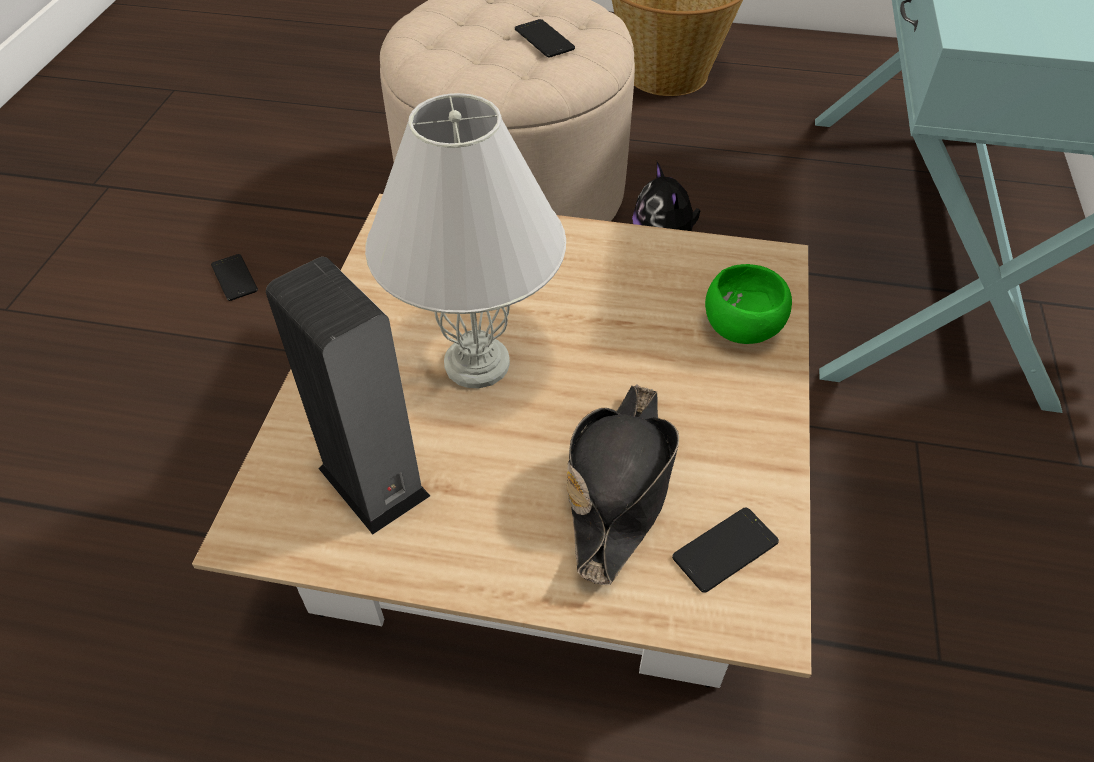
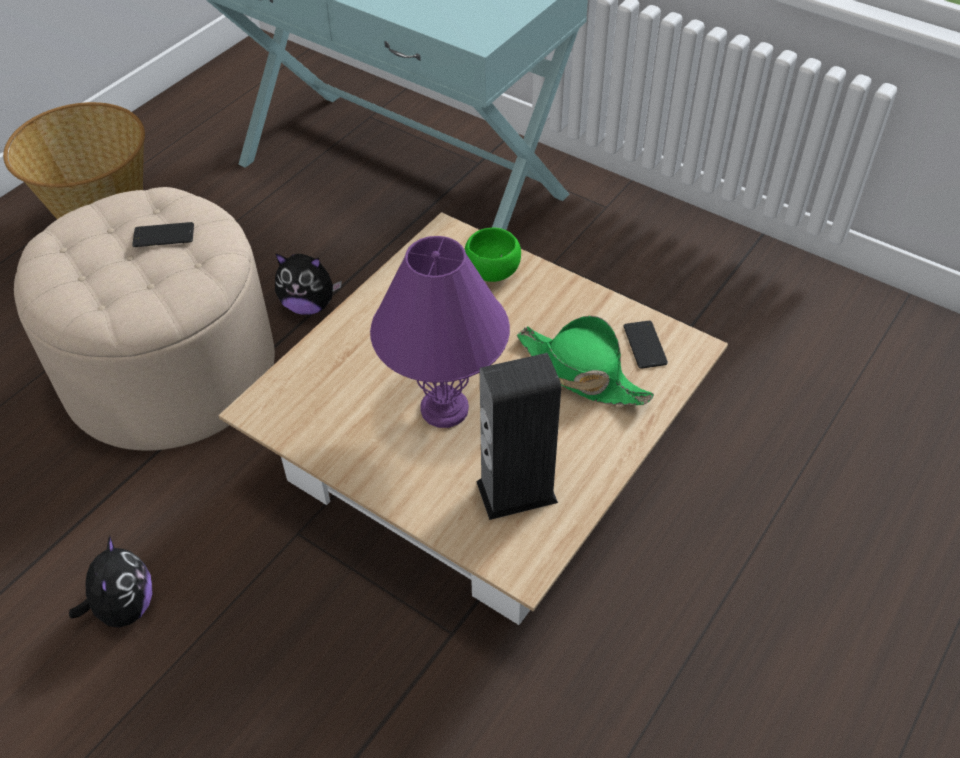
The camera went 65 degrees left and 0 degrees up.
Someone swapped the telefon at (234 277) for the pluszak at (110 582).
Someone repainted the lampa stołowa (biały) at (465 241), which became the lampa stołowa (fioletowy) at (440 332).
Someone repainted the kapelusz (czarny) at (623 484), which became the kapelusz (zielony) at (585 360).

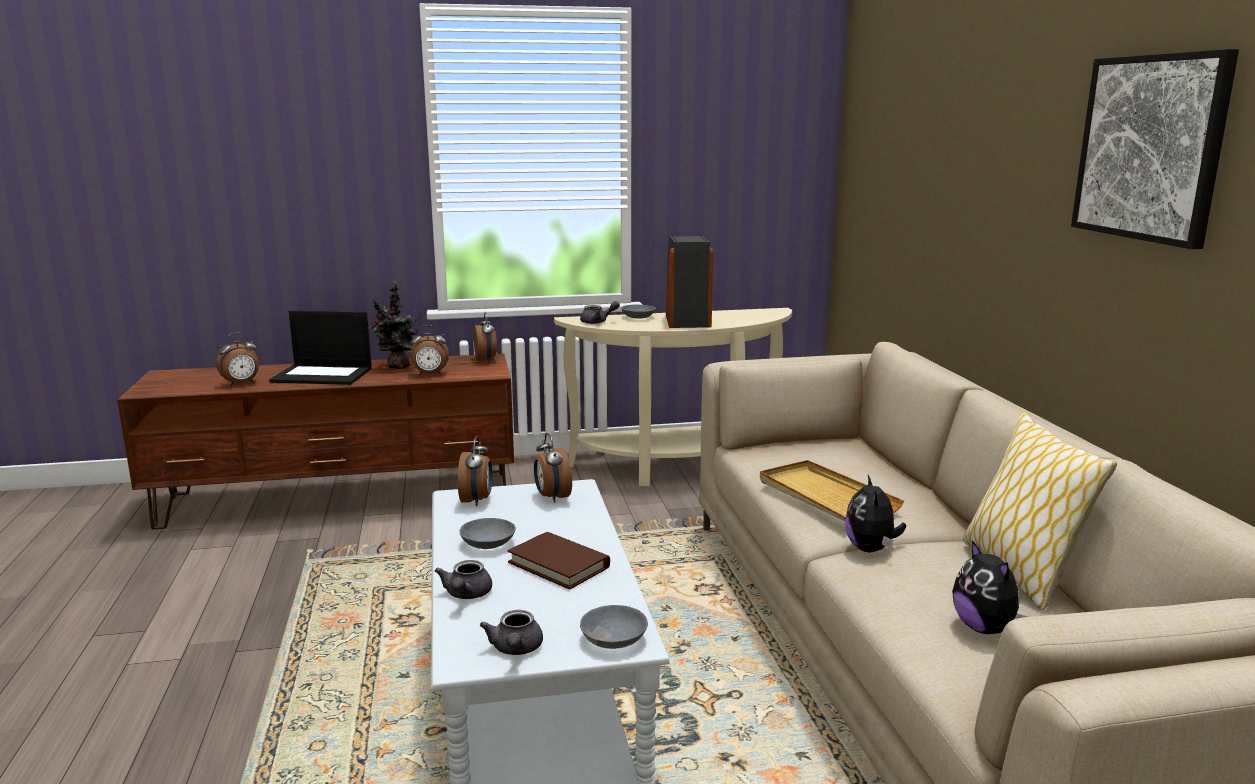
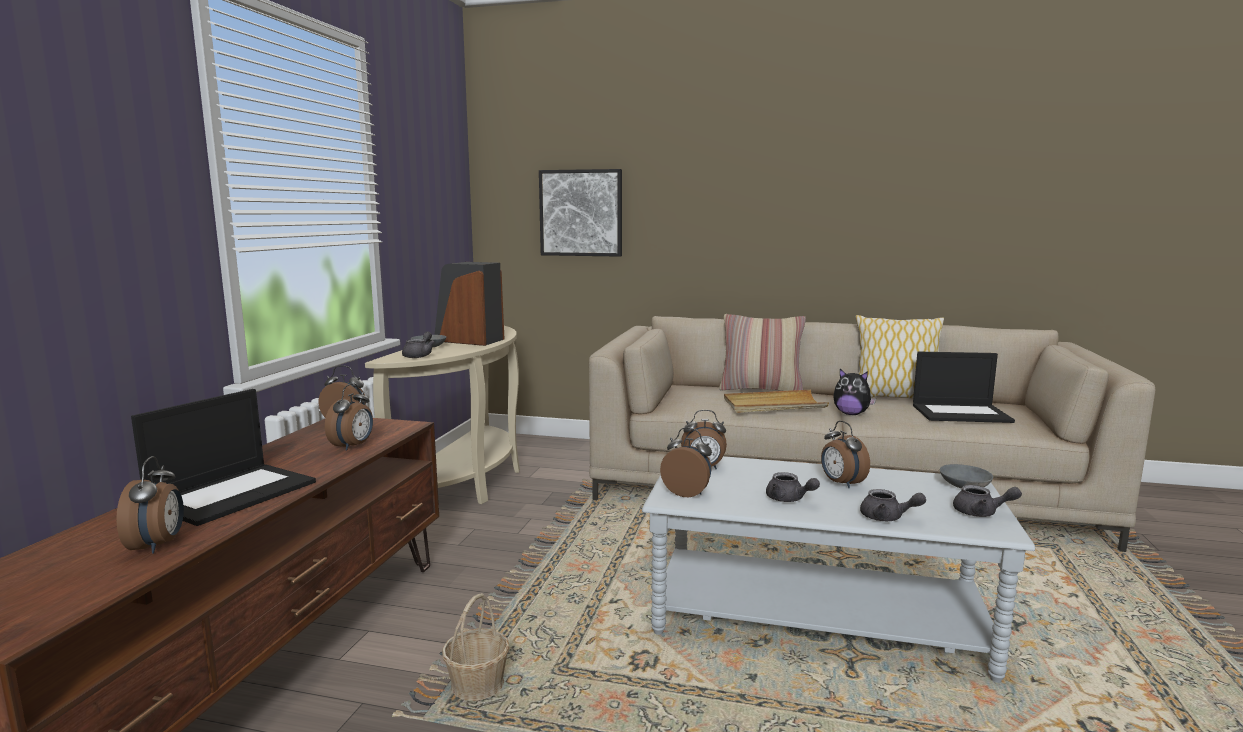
The camera went 65 degrees left and 5 degrees down.
Someone put down the koszyk at (476 647).
Someone carried the obraz from (1155 149) to (580 213).
Someone put down the poduszka at (762 352).
Someone swapped the miska (szary) at (488 533) for the imbryk (szary) at (793 487).
Someone swapped the książka (brązowy) at (558 561) for the budzik at (845 454).
Someone swapped the pluszak at (989 587) for the laptop at (964 387).
Someone took away the roślina doniczkowa at (394 325).

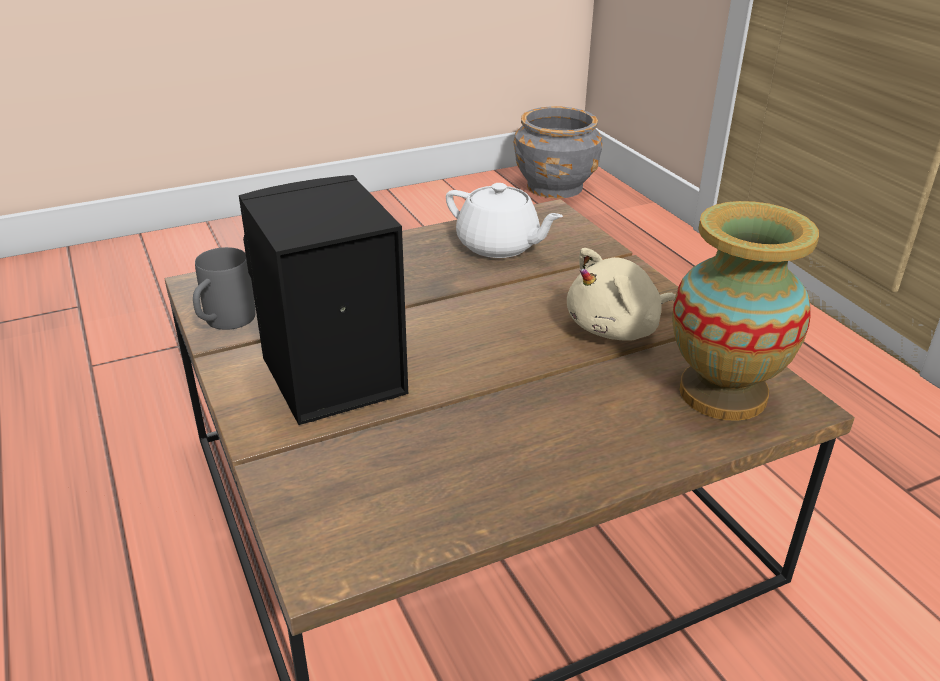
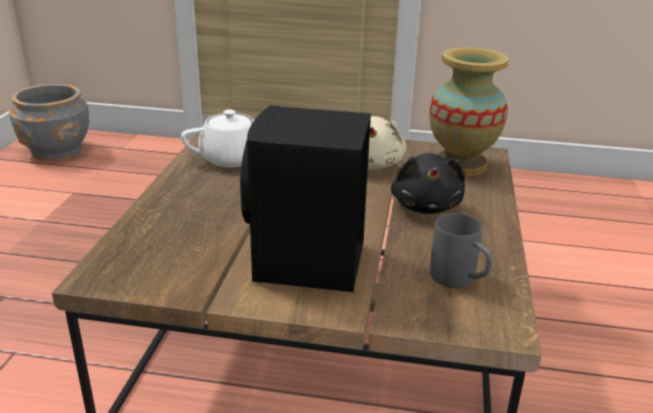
The camera went 55 degrees left and 5 degrees down.
Someone put down the pluszak (czarny) at (428 183).
Someone carried the kubek (szary) from (224 288) to (461 250).

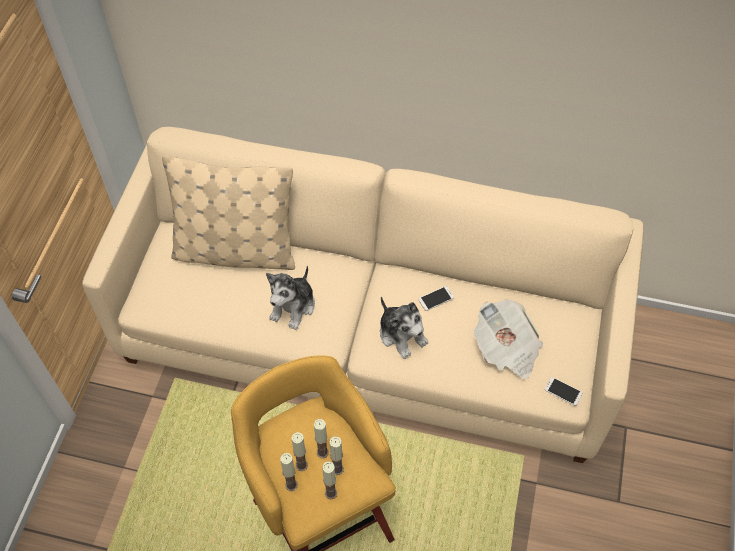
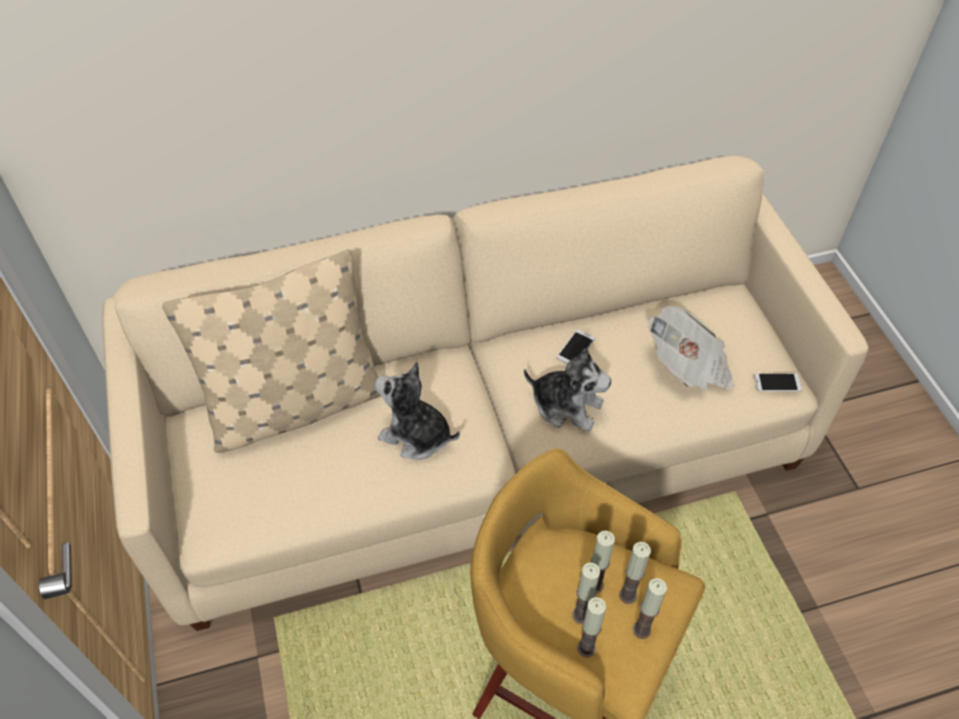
The camera went 30 degrees left and 5 degrees down.
Someone rotated the pluszak at (290 298) by 120 degrees clockwise.

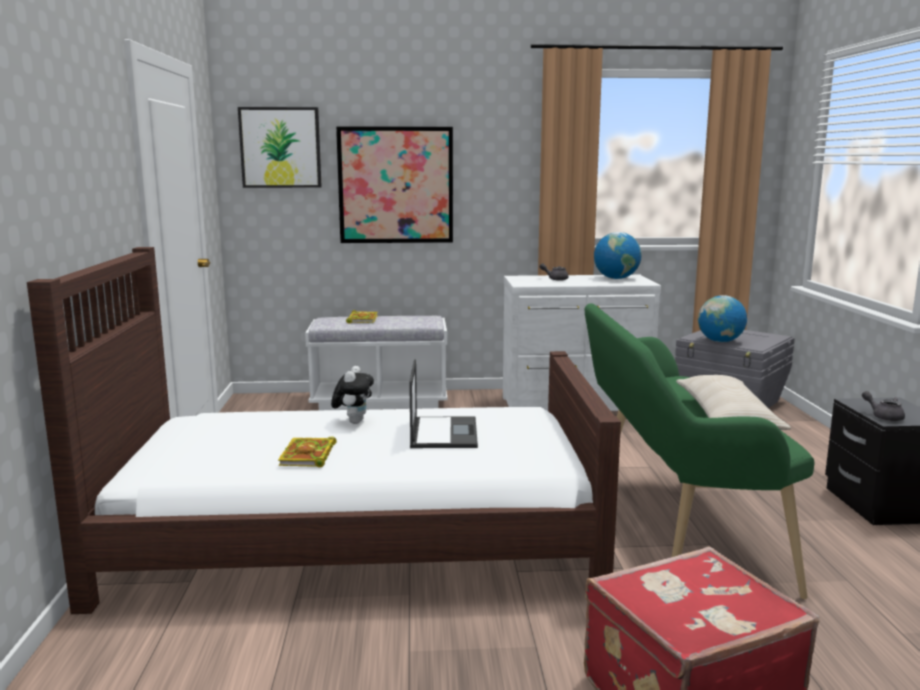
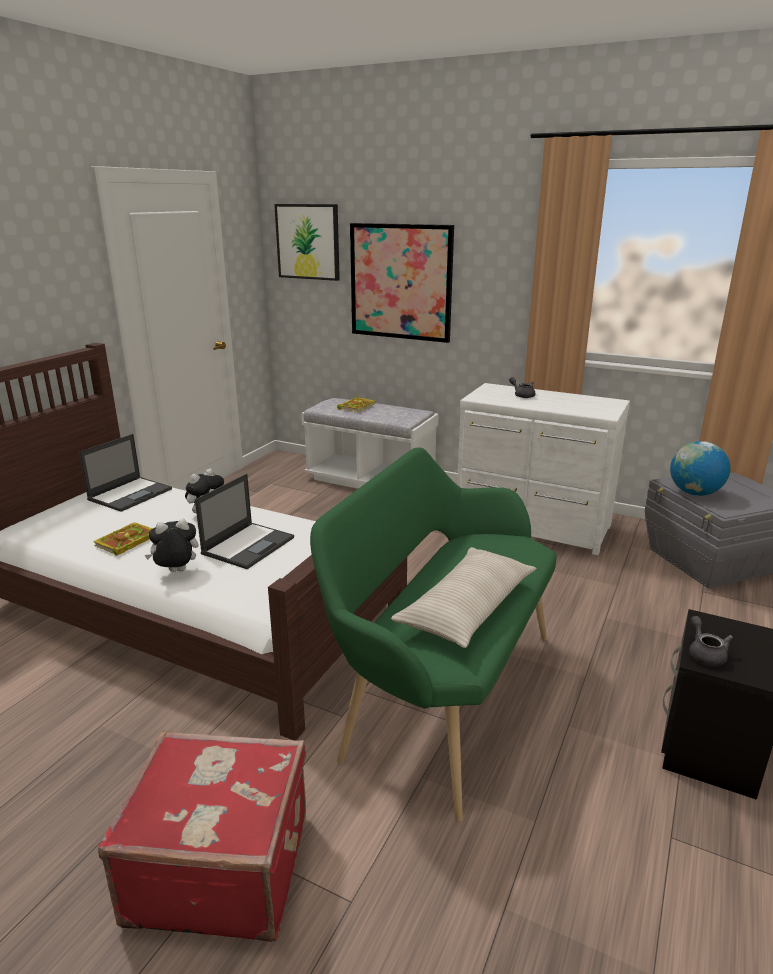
The camera went 30 degrees right and 10 degrees up.
Someone put down the laptop at (125 473).
Someone put down the pluszak at (171 545).
Someone took away the globus at (618 255).

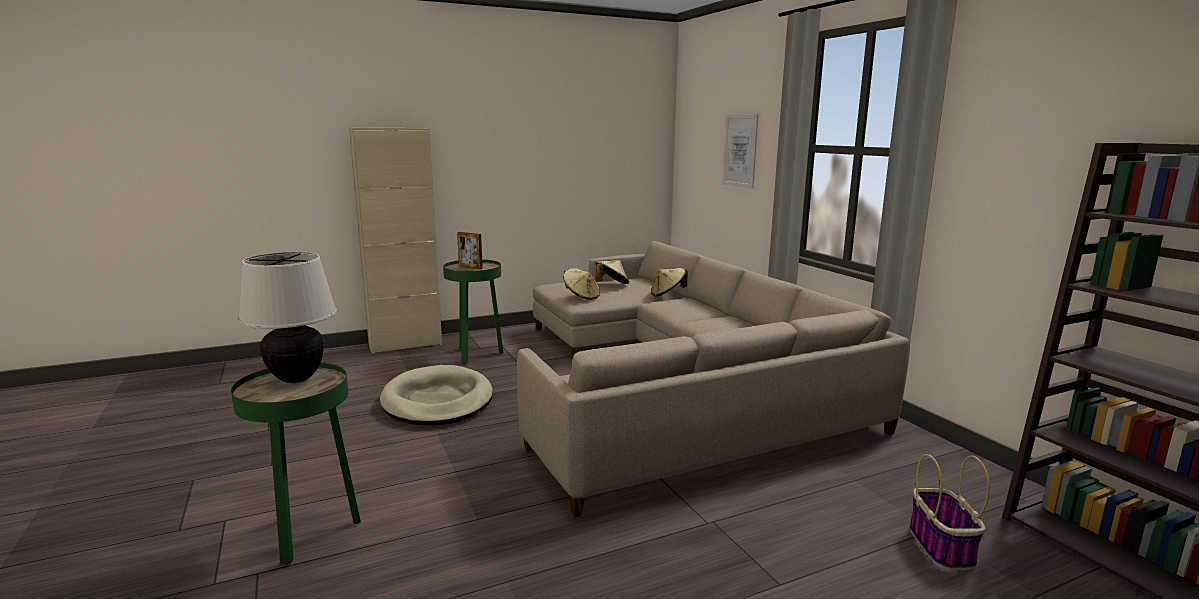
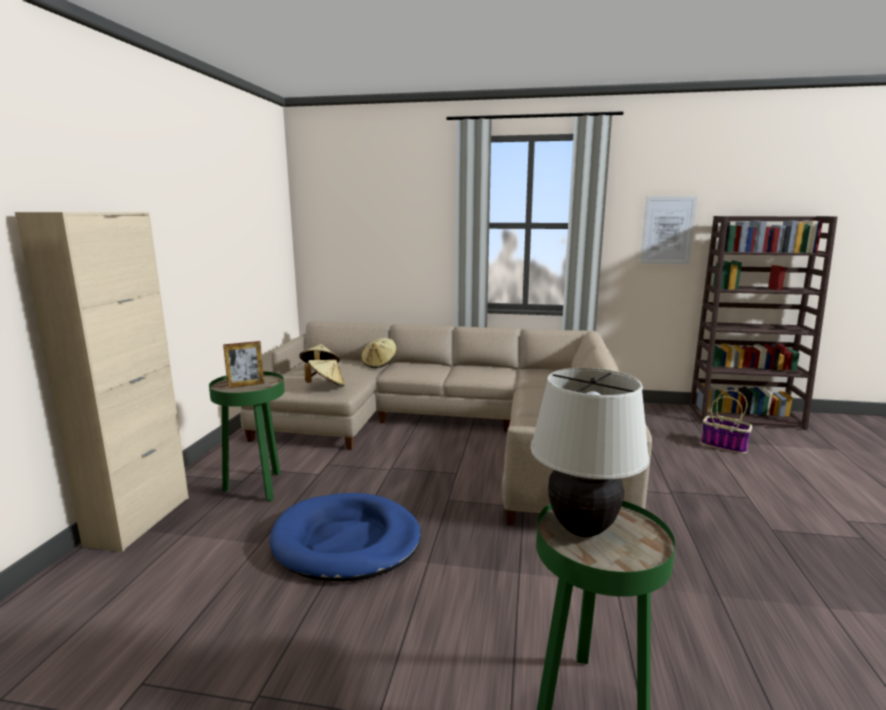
The camera went 55 degrees left and 0 degrees up.
Someone repainted the legowisko (beżowy) at (436 395), which became the legowisko (niebieski) at (345 537).
Someone carried the obraz from (740 151) to (668 230).

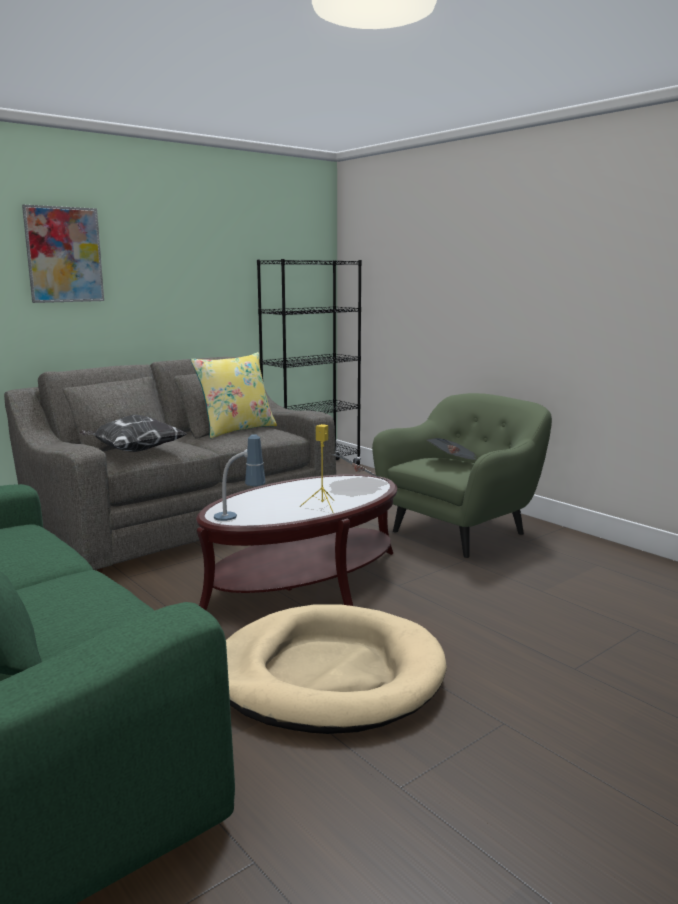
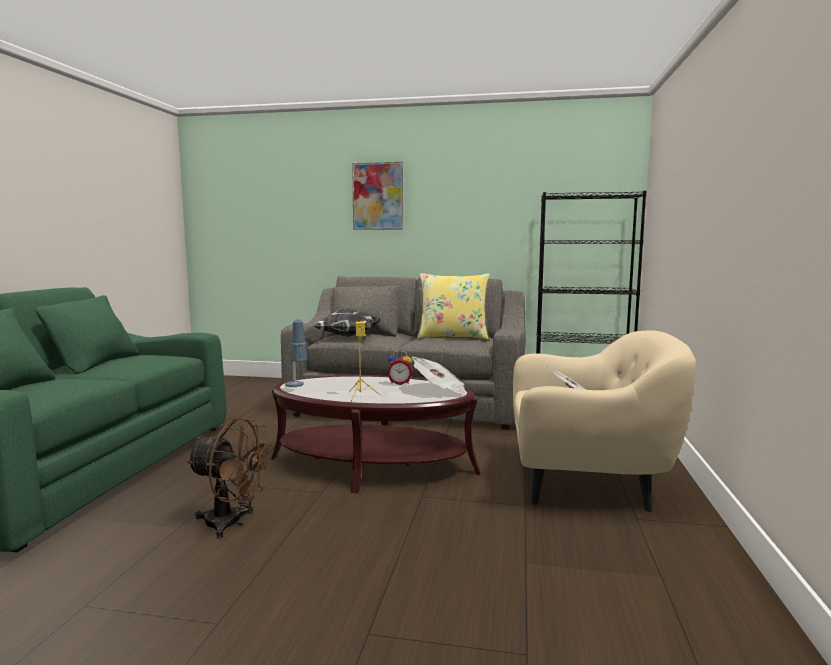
The camera went 50 degrees right and 5 degrees down.
Someone swapped the legowisko (beżowy) at (336 669) for the wentylator (brązowy) at (229 478).
Someone put down the budzik at (400 367).
Someone repainted the fotel (zielony) at (462 475), which became the fotel (beżowy) at (604 421).

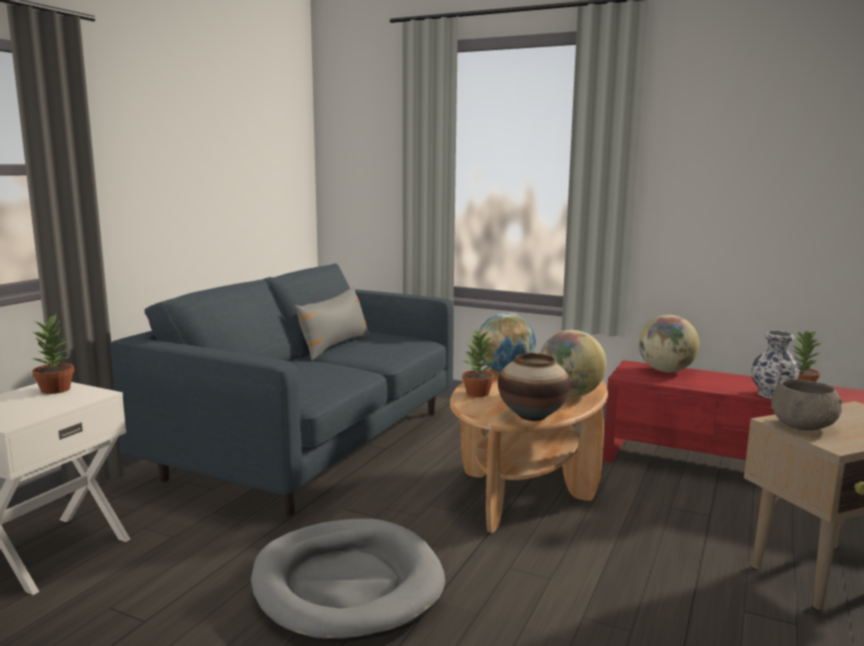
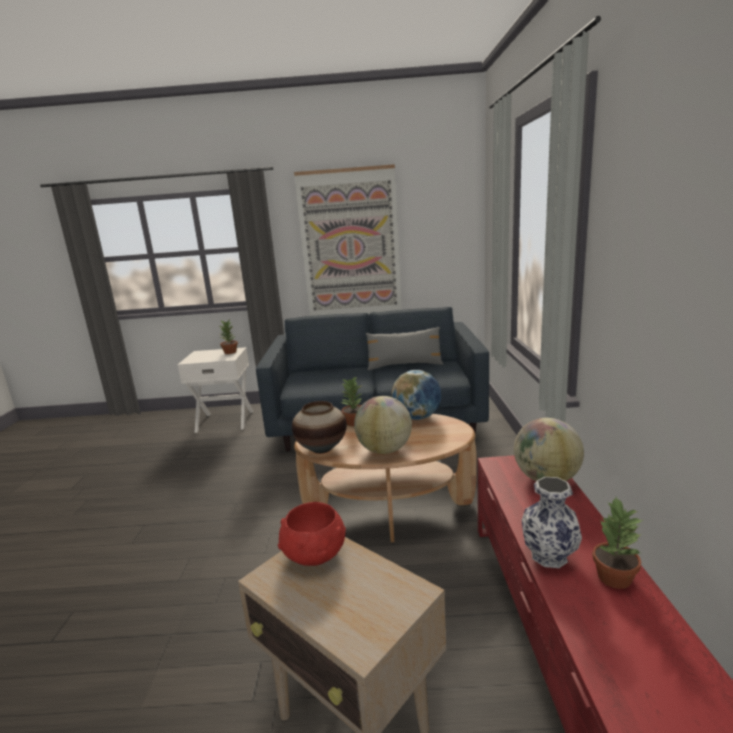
The camera went 65 degrees right and 5 degrees up.
Someone repainted the miska (szary) at (806 405), which became the miska (czerwony) at (312 534).
Someone put up the obraz at (348 240).
Someone took away the legowisko (szary) at (348 581).

